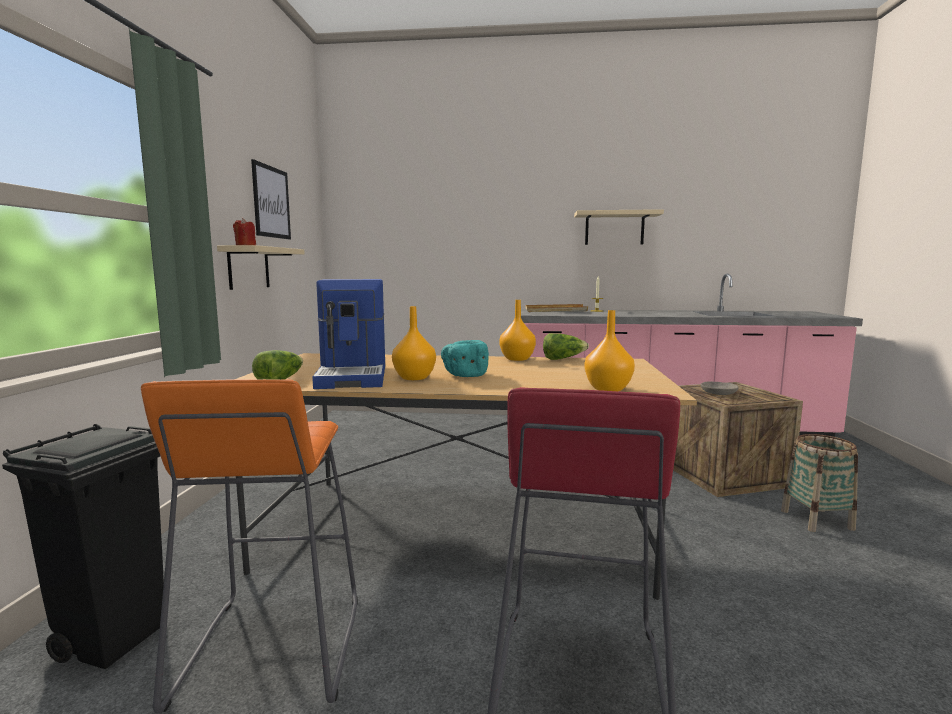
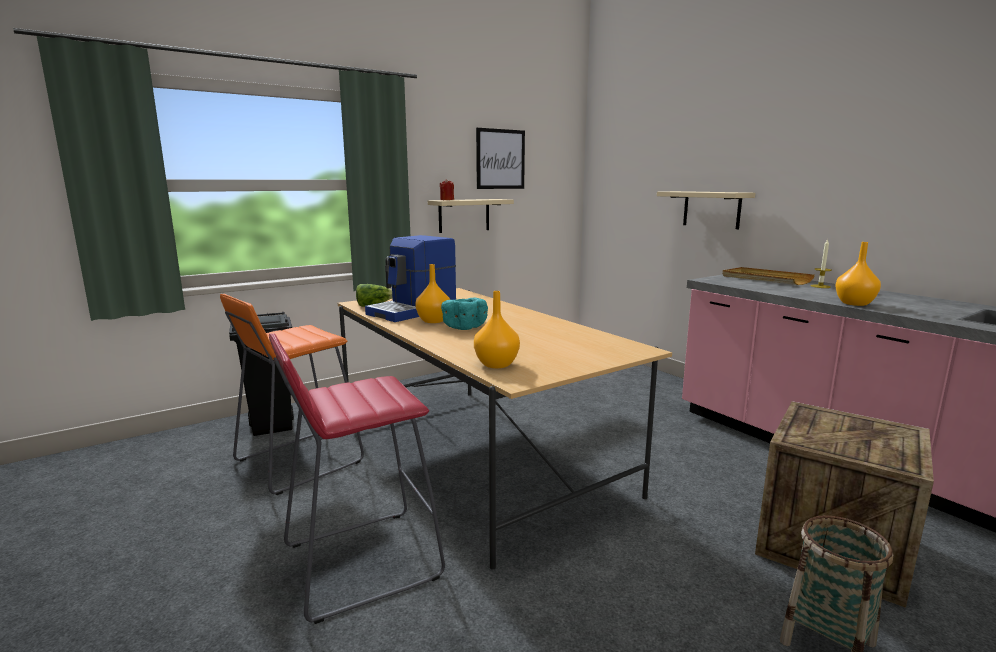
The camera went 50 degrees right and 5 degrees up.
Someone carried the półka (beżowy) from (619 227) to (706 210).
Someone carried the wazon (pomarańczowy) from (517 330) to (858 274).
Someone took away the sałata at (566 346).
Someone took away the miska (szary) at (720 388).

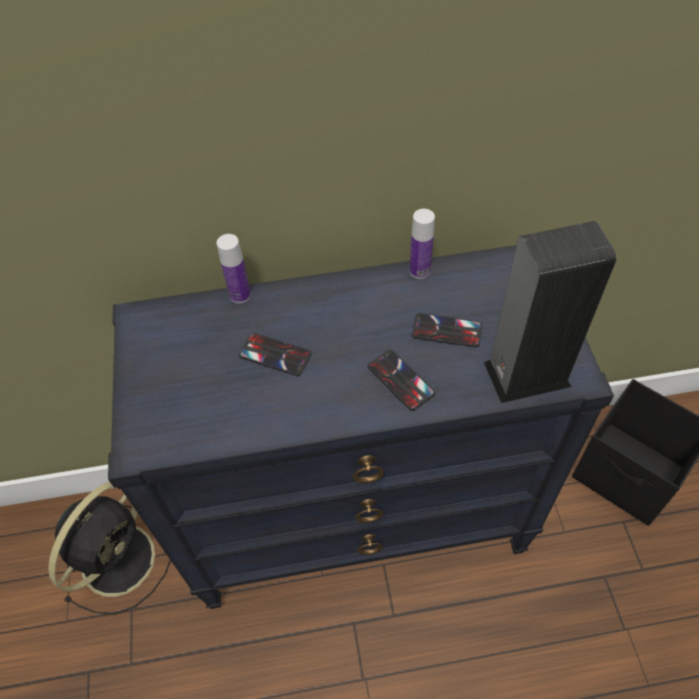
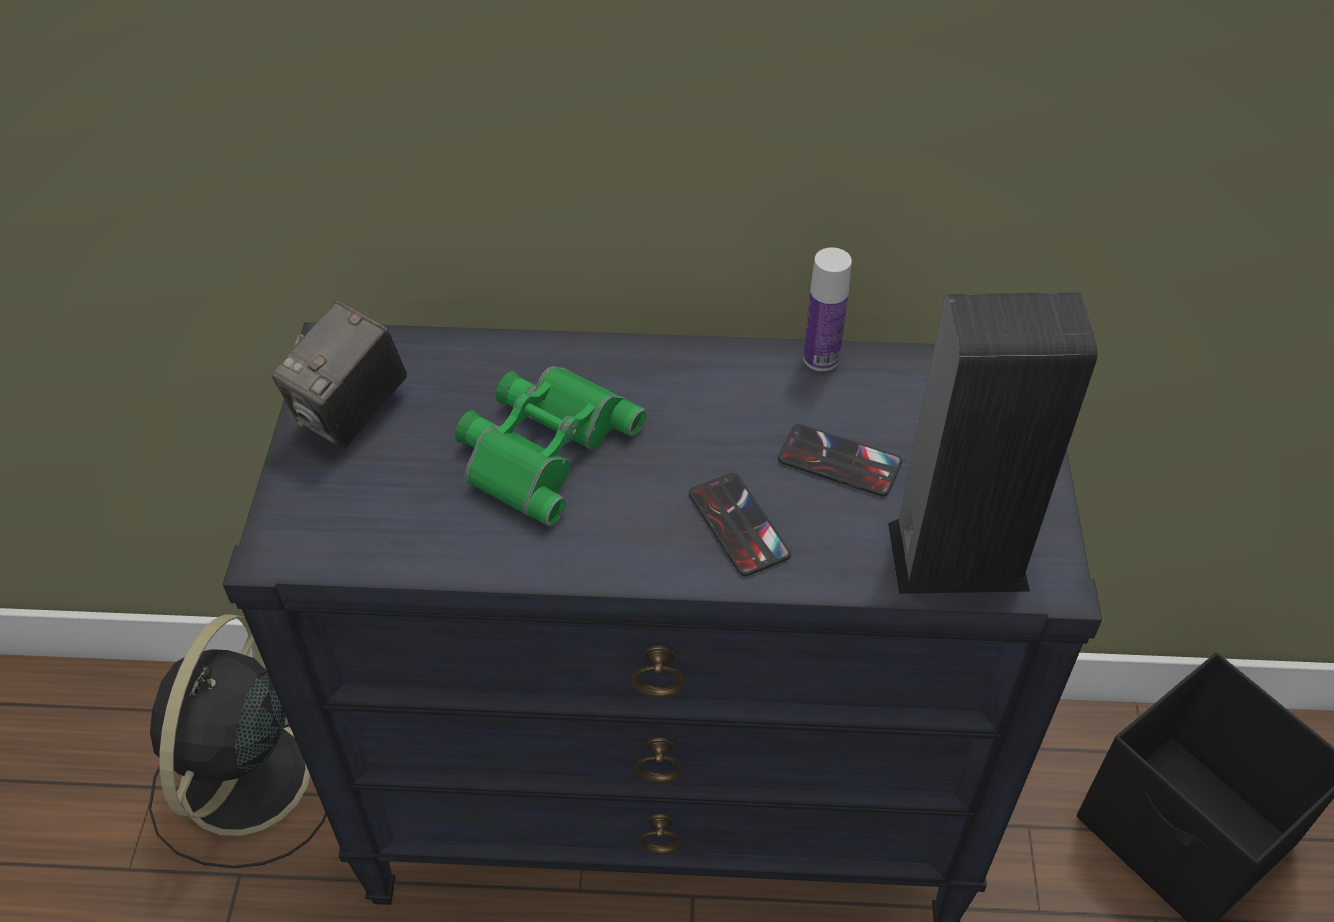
The camera went 10 degrees right and 5 degrees down.
Someone rotated the wentylator (czarny) at (109 548) by 150 degrees clockwise.
Someone put down the aparat fotograficzny at (339 374).
Someone swapped the telefon at (275 354) for the lornetka (zielony) at (550 446).
Someone took away the butelka at (233 268).

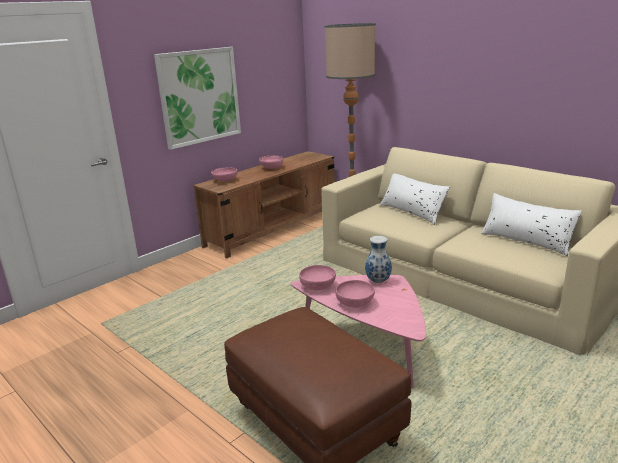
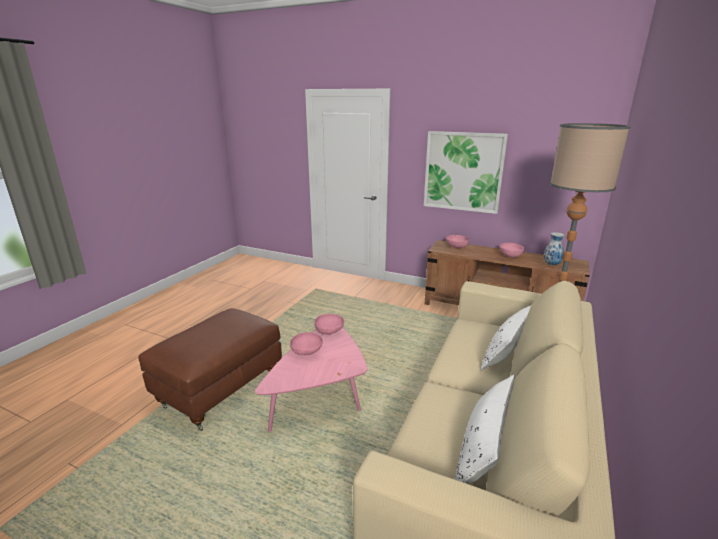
The camera went 70 degrees right and 0 degrees up.
Someone carried the wazon from (378 259) to (554 248).

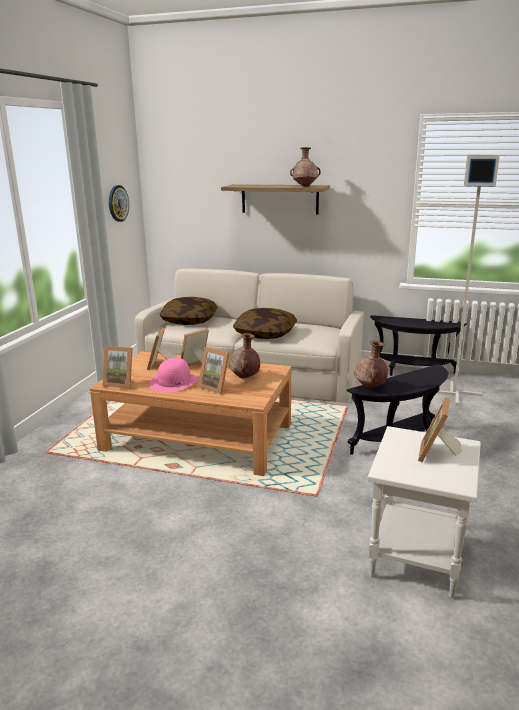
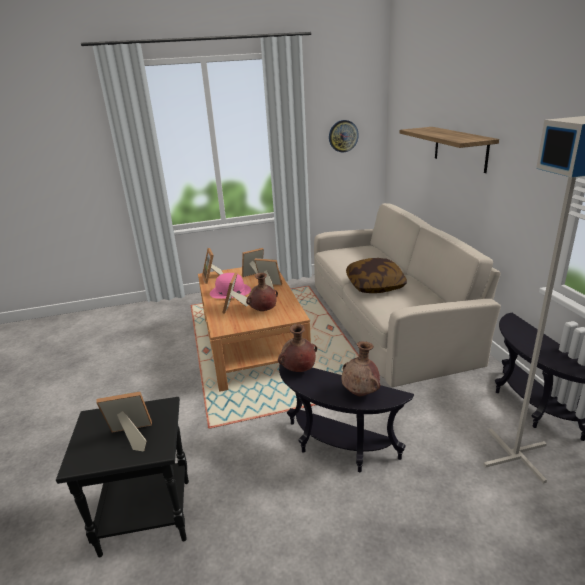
The camera went 60 degrees right and 5 degrees up.
Someone repainted the stolik (biały) at (424 512), which became the stolik (czarny) at (122 477).
Someone carried the wazon (brązowy) from (305 167) to (361 368).
Someone took away the poduszka at (188 311).

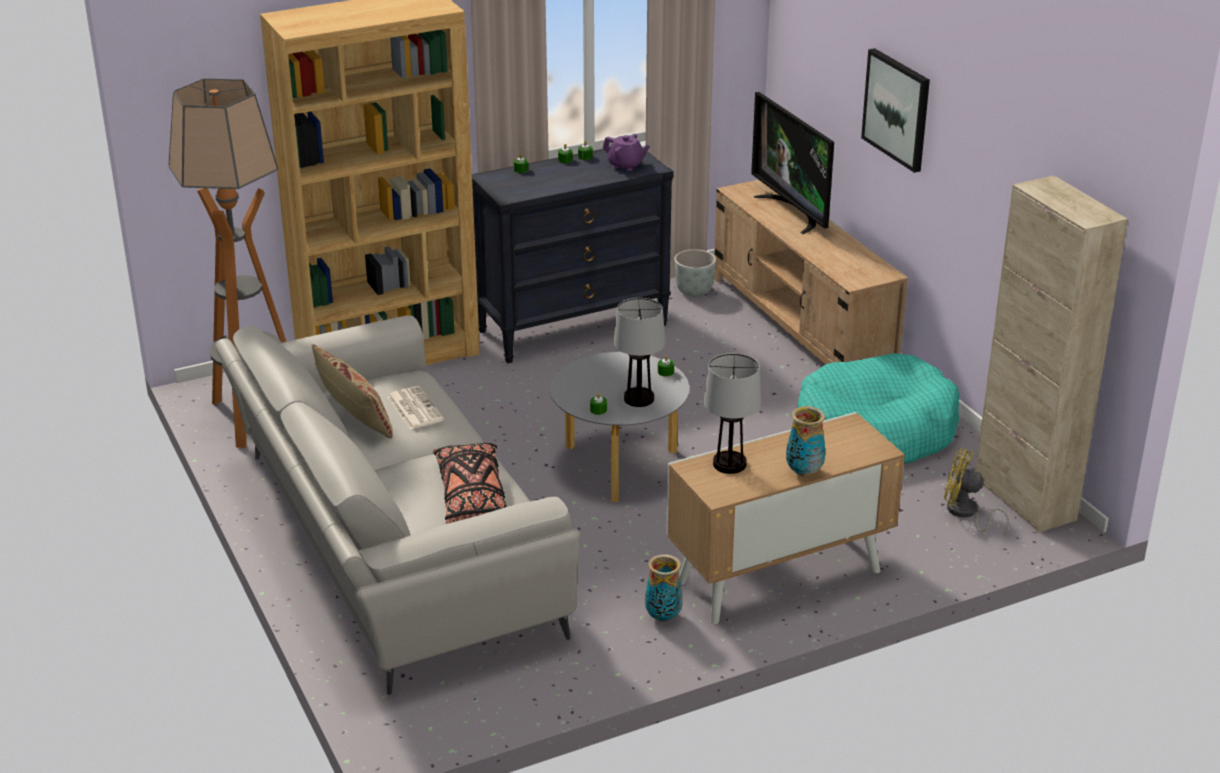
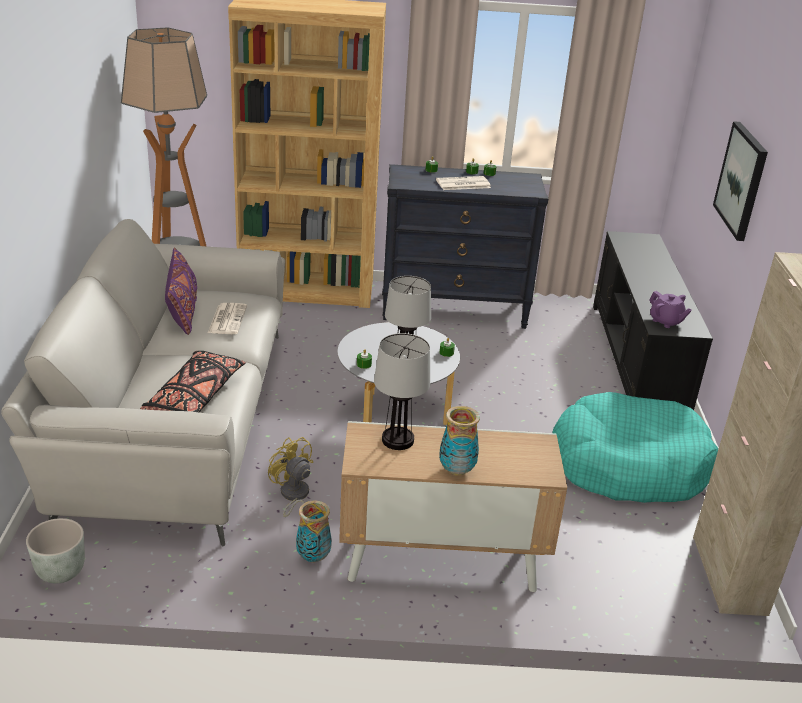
The camera went 25 degrees right and 0 degrees up.
Someone carried the donica (szary) from (695 272) to (55 550).
Someone repainted the poduszka (beżowy) at (352 391), which became the poduszka (fioletowy) at (181 291).
Someone carried the wentylator (żółty) from (976 491) to (290 477).
Someone put down the gazeta at (463 183).
Someone repainted the szafka pod telewizor (beżowy) at (811 272), which became the szafka pod telewizor (czarny) at (653 320).
Someone carried the imbryk (fioletowy) from (626 152) to (670 309).
Someone took away the telewizor at (792 163).

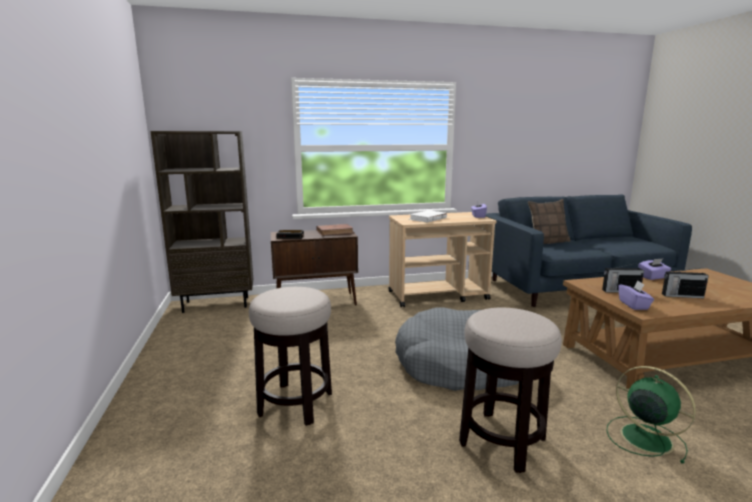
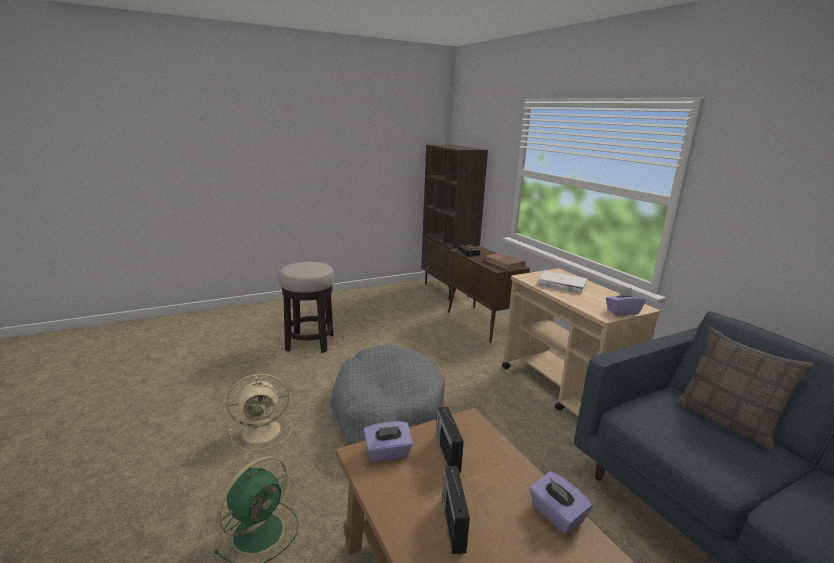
The camera went 75 degrees right and 5 degrees up.
Someone swapped the stołek at (510 390) for the wentylator (beżowy) at (259 411).

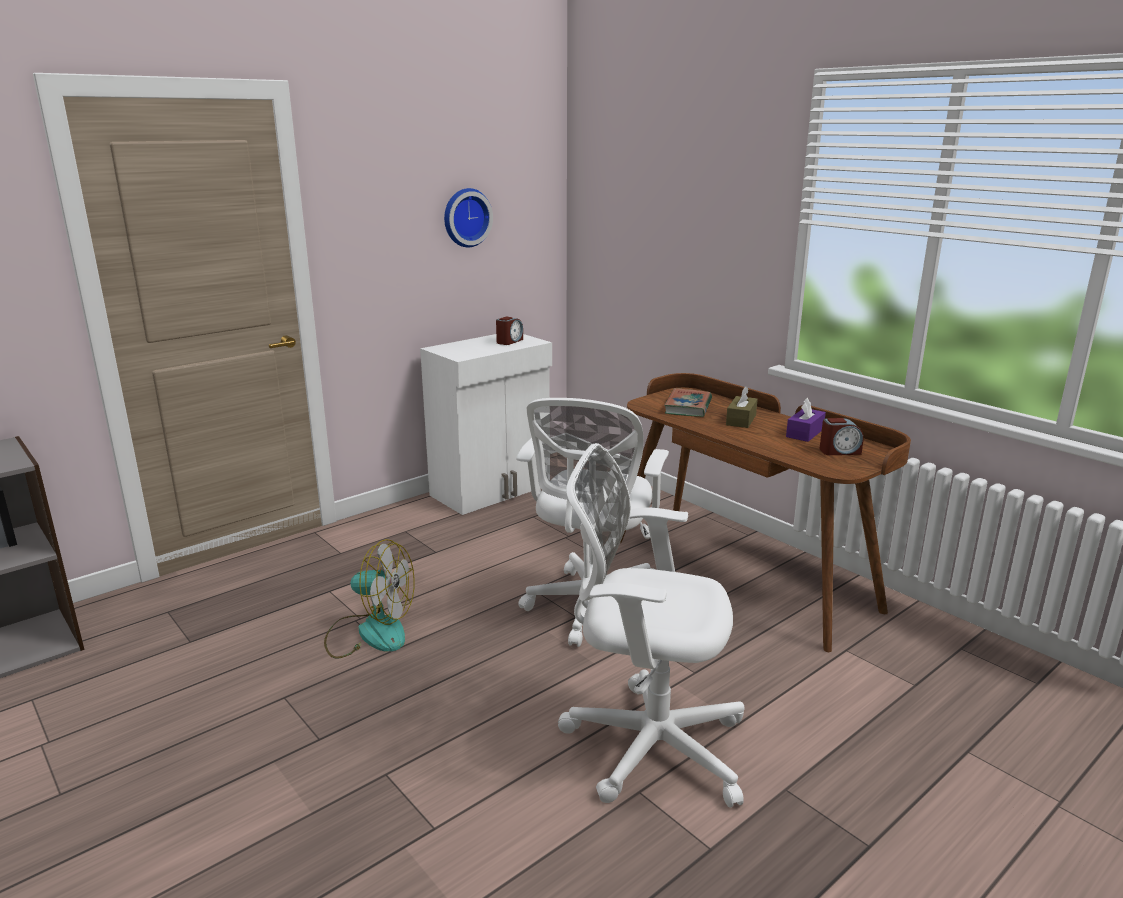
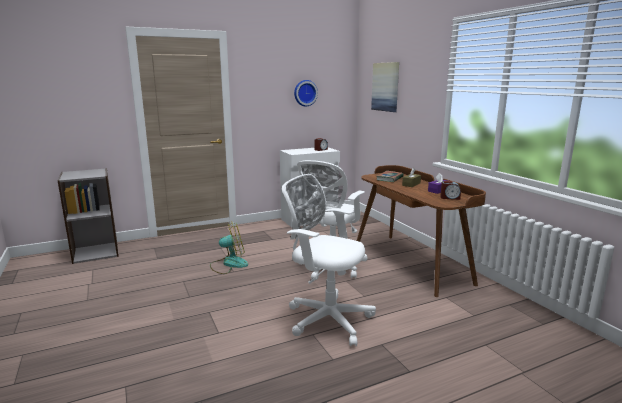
The camera went 15 degrees right and 5 degrees down.
Someone rotated the wentylator at (369 599) by 45 degrees counterclockwise.
Someone put up the obraz at (385 87).

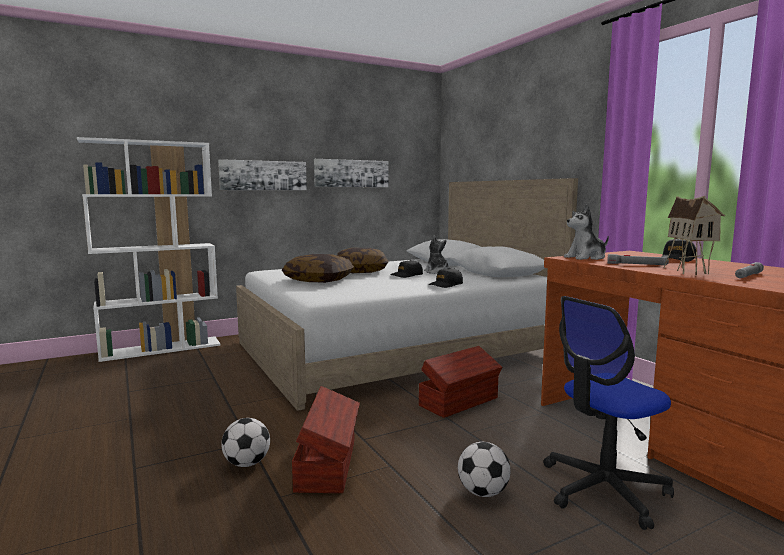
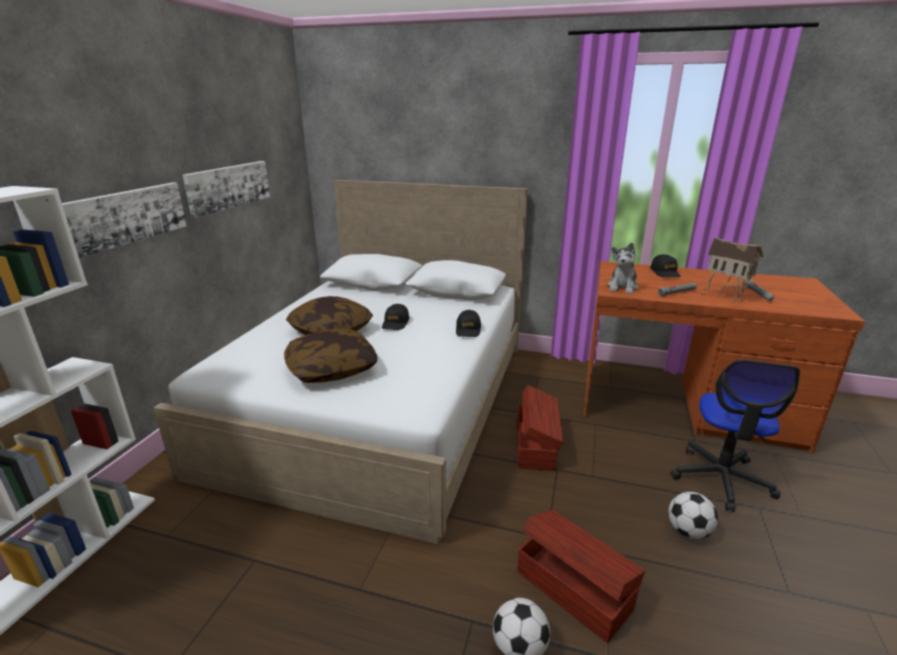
The camera went 45 degrees left and 15 degrees up.
Someone took away the pluszak at (436 254).

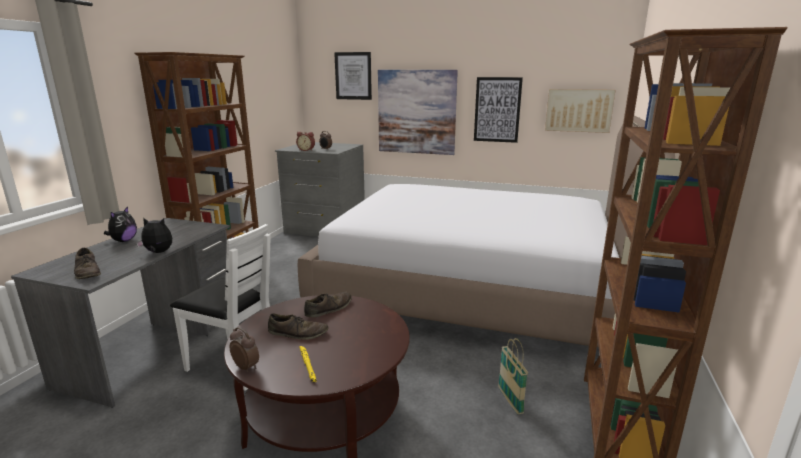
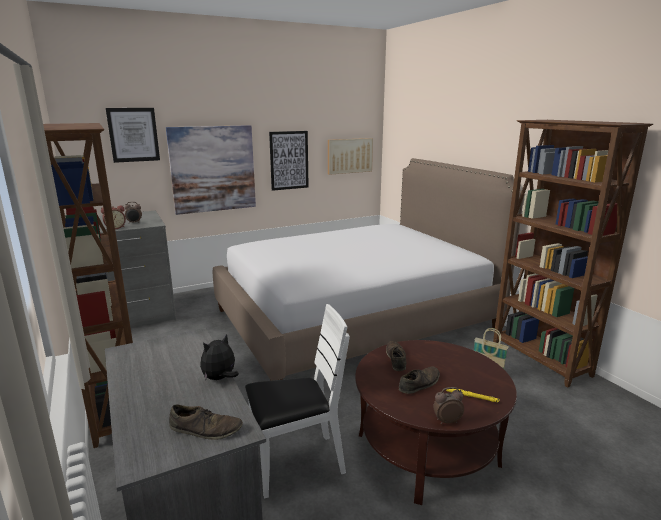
The camera went 45 degrees left and 0 degrees up.
Someone took away the pluszak at (120 224).

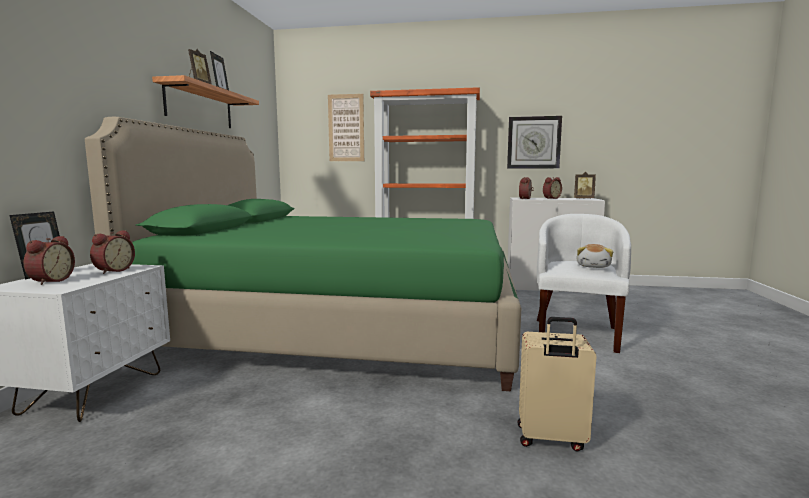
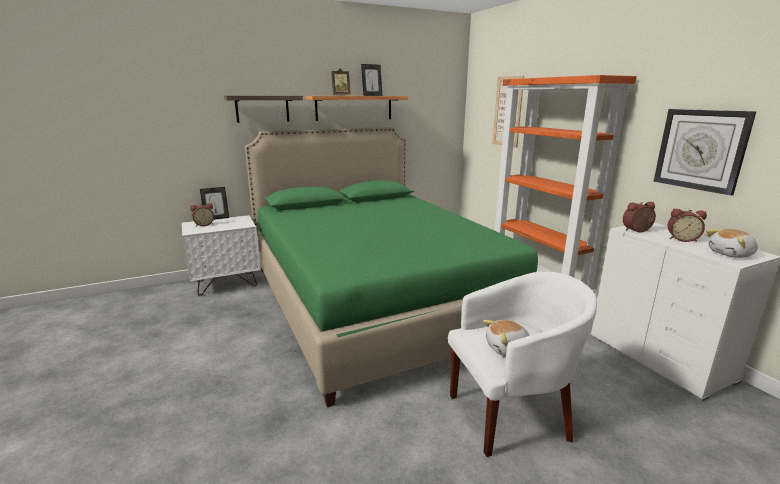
The camera went 55 degrees right and 10 degrees up.
Someone put up the półka at (263 109).
Someone swapped the ramka na zdjęcie at (585 185) for the pluszak at (732 243).
Someone took away the budzik at (112 252).
Someone took away the walizka (beżowy) at (557 384).

